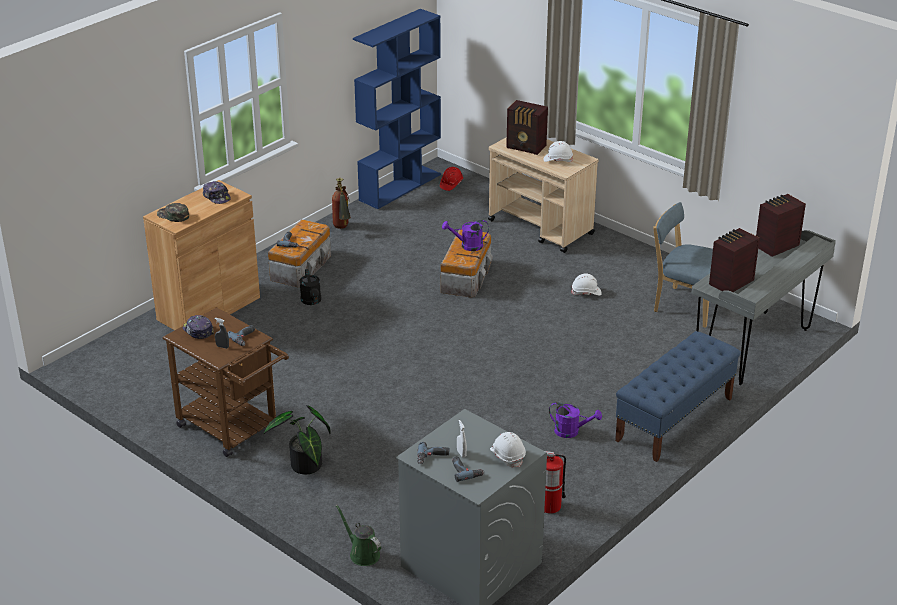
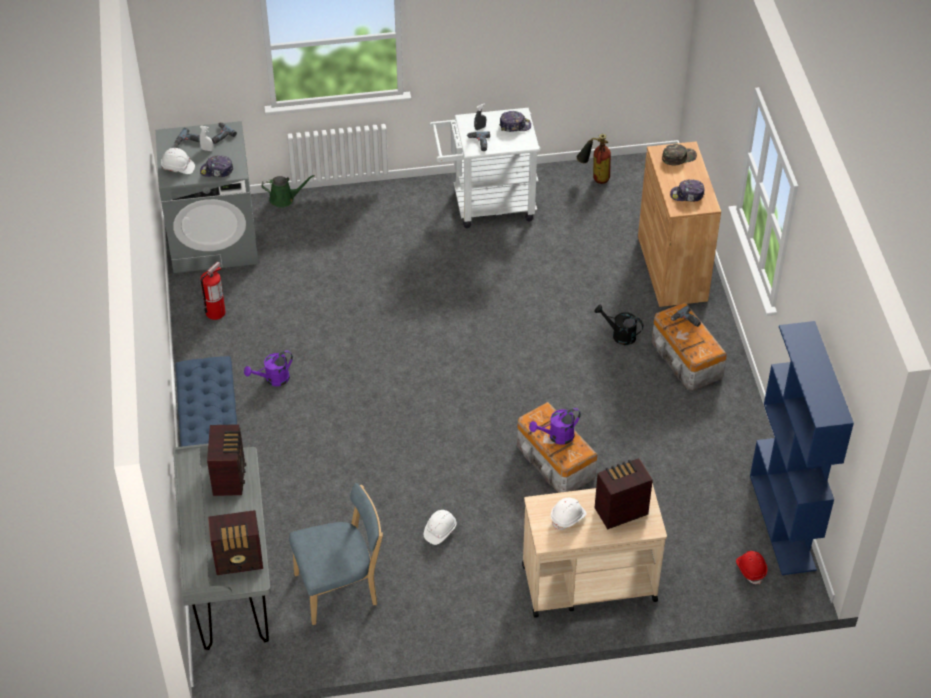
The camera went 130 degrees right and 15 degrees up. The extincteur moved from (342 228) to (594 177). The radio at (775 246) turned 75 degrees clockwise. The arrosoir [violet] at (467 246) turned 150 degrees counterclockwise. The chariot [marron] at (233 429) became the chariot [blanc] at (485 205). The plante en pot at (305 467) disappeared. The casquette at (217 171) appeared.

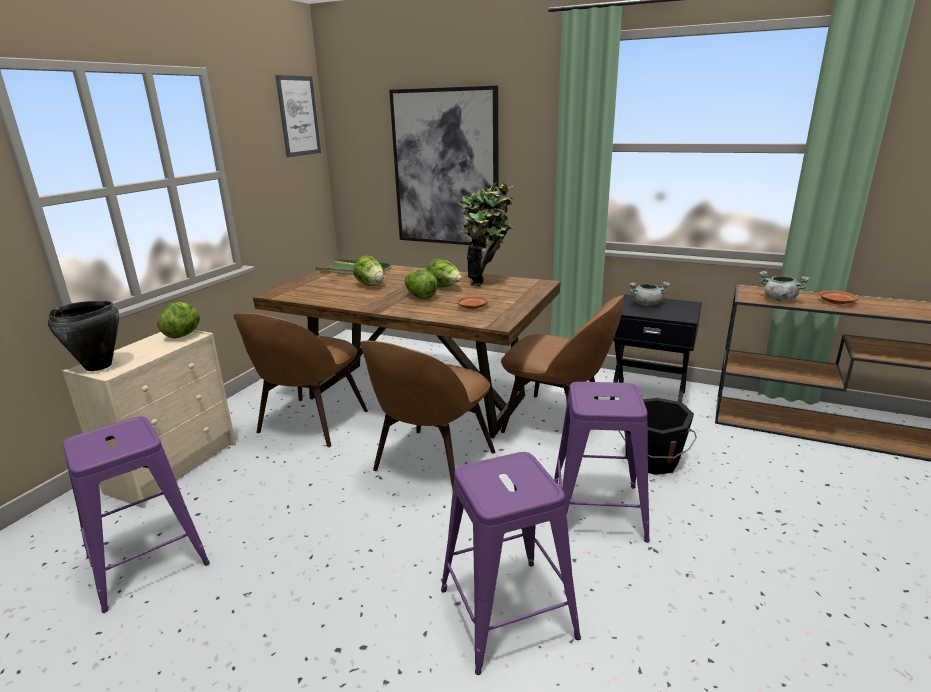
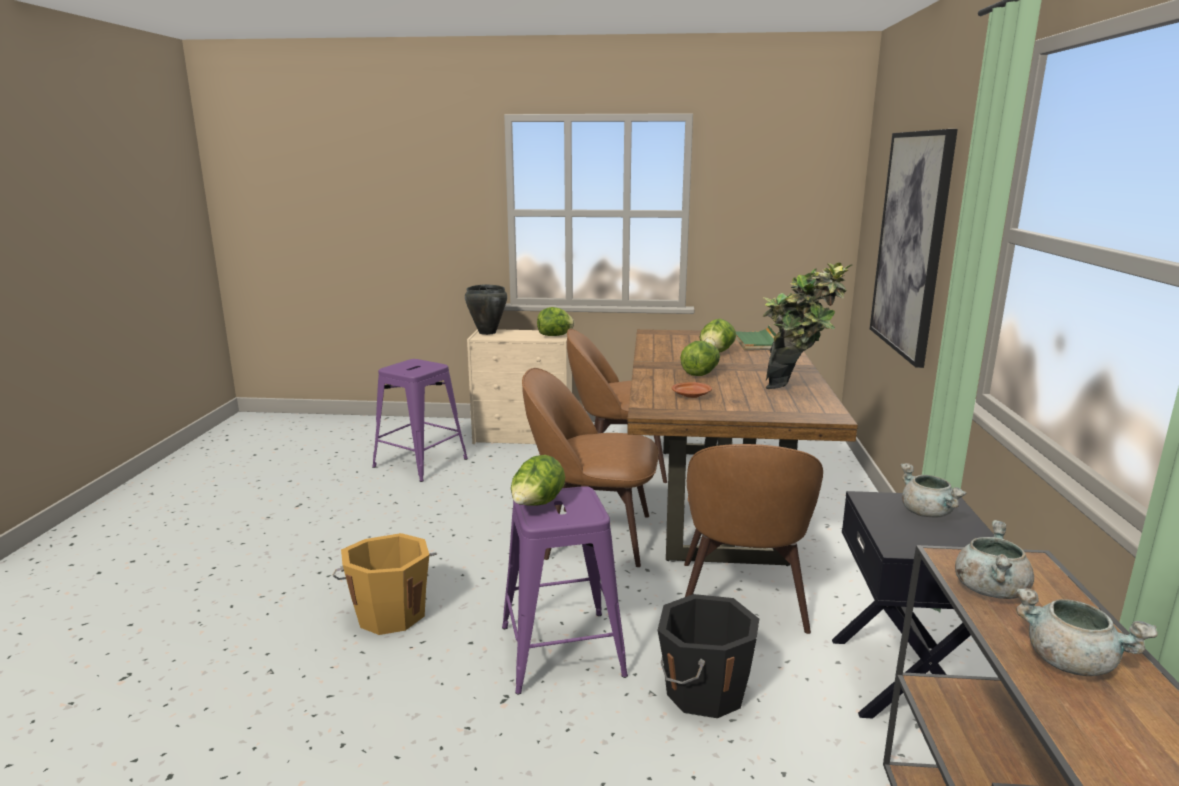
The camera went 70 degrees right and 5 degrees down. The tableau at (298 116) disappeared. The laitue moved from (444 287) to (537 505). The assiette [marron] at (836 302) was replaced by the marmite [gris] at (1070 662). The tabouret [violet] at (508 613) was replaced by the seau [orange] at (391 613).

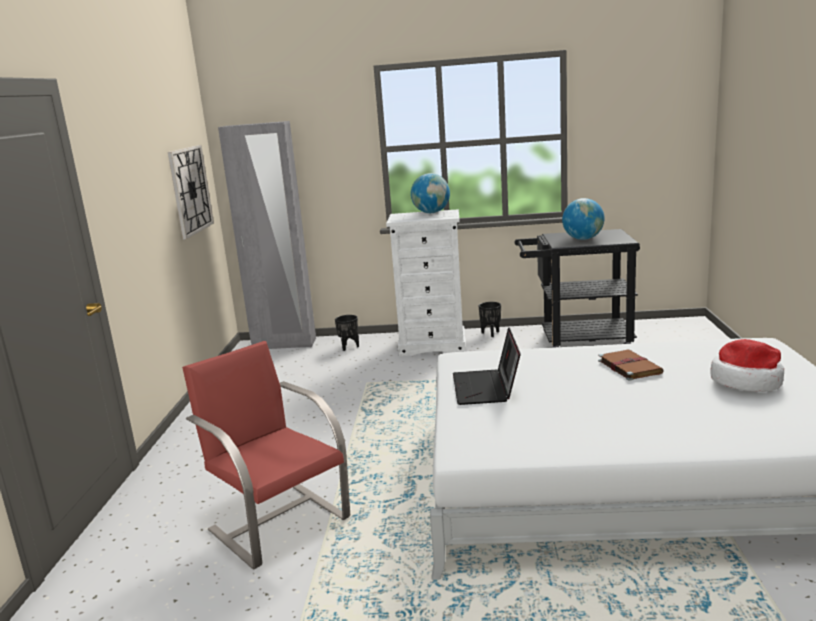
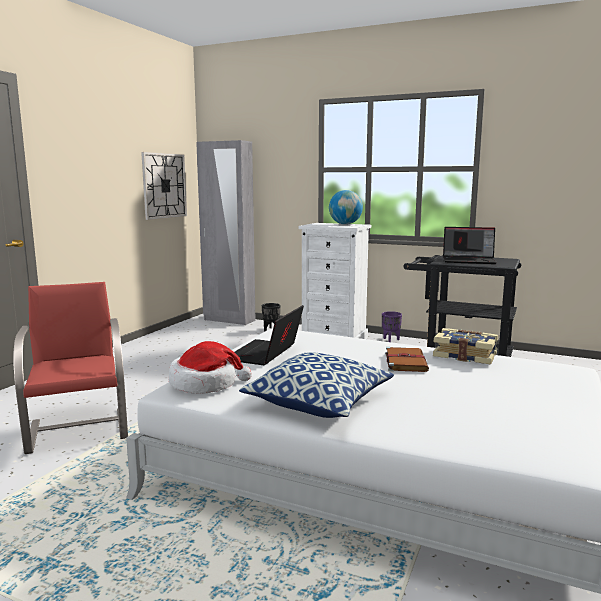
The camera went 20 degrees right and 5 degrees down. The globe at (583 239) was replaced by the ordinateur portable at (469 261). The cache-pot [noir] at (491 334) became the cache-pot [violet] at (391 340). The chapeau moved from (747 381) to (205 384). The livre at (465 355) appeared. The coussin at (319 403) appeared.

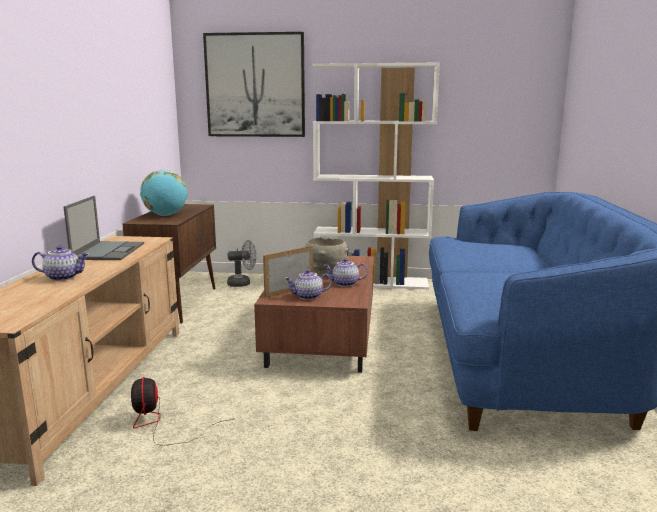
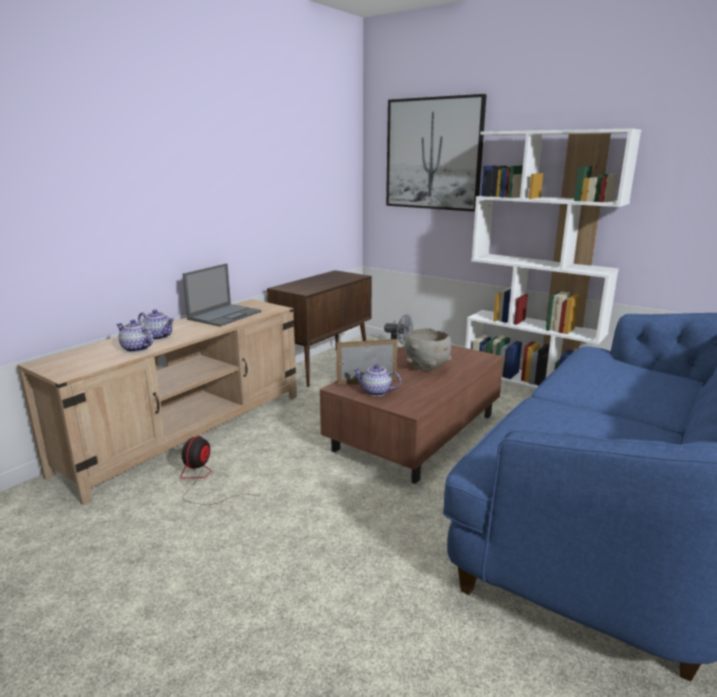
The camera went 30 degrees right and 5 degrees up. The globe at (165 215) disappeared. The théière moved from (345 284) to (136 349).

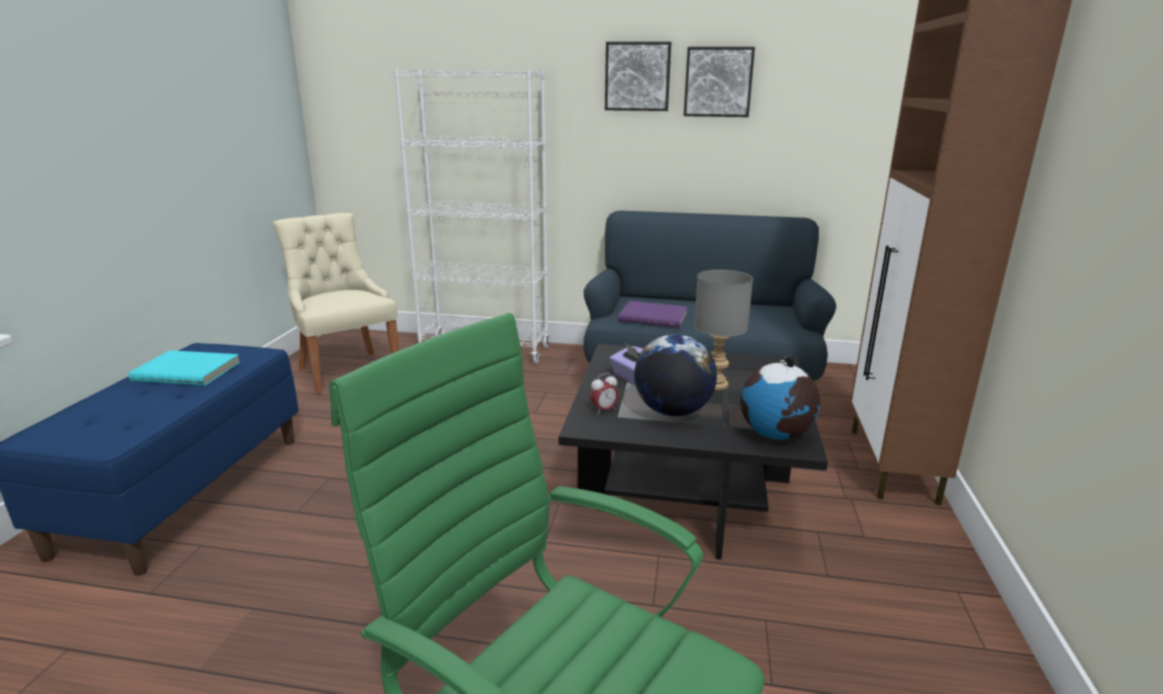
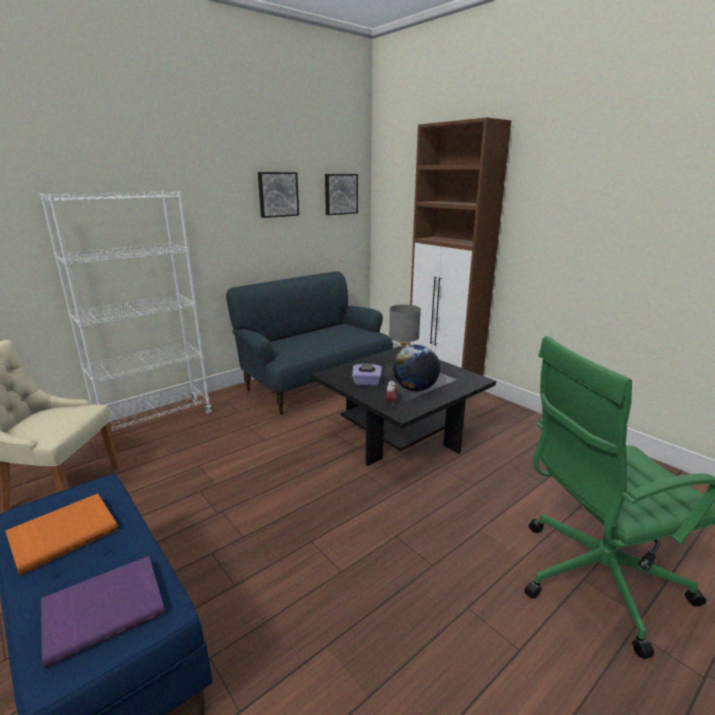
The camera went 50 degrees left and 0 degrees up. The tableau moved from (637 76) to (340 194). The livre [violet] moved from (653 316) to (104 609). The livre [turquoise] at (188 371) became the livre [orange] at (63 533). The globe at (776 435) disappeared.

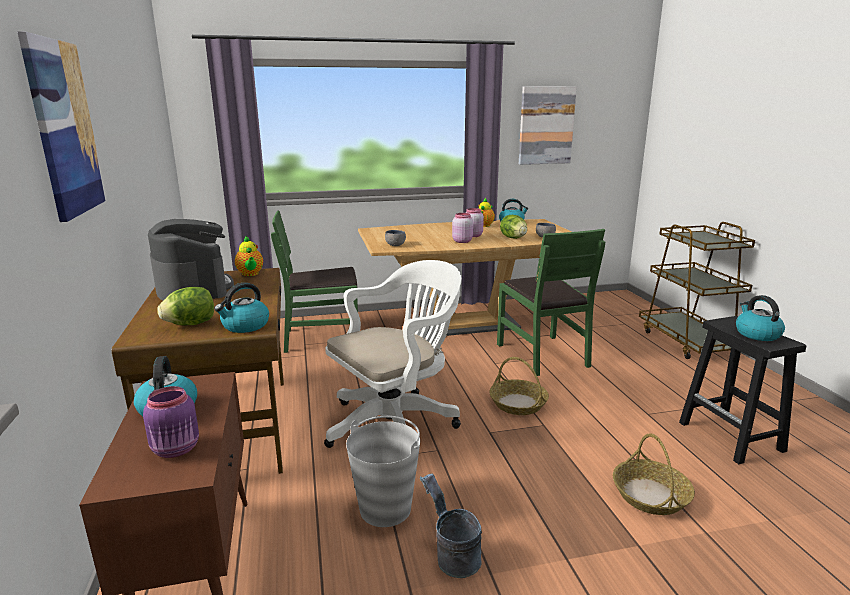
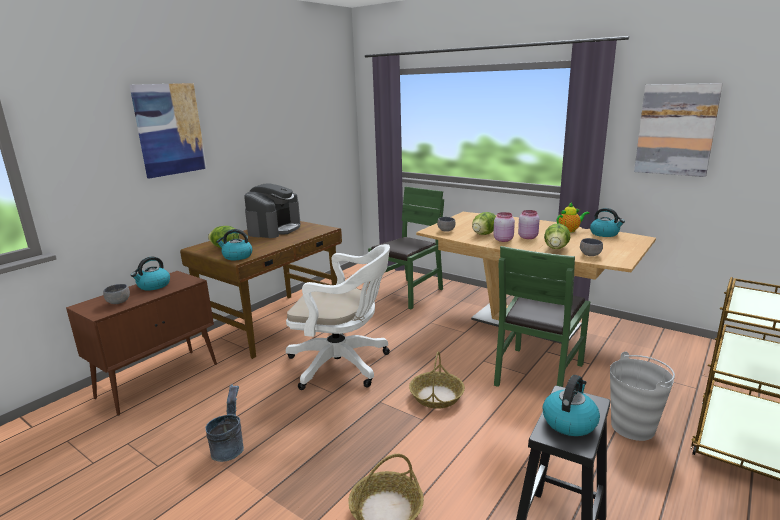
The camera went 50 degrees right and 0 degrees up. The chaise [vert] at (322 338) turned 90 degrees clockwise. The théière at (250 274) disappeared. The bocal [violet] at (177 449) was replaced by the bol [gris] at (118 303). The seau [gris] moved from (386 508) to (633 427). The laitue at (484 234) appeared.

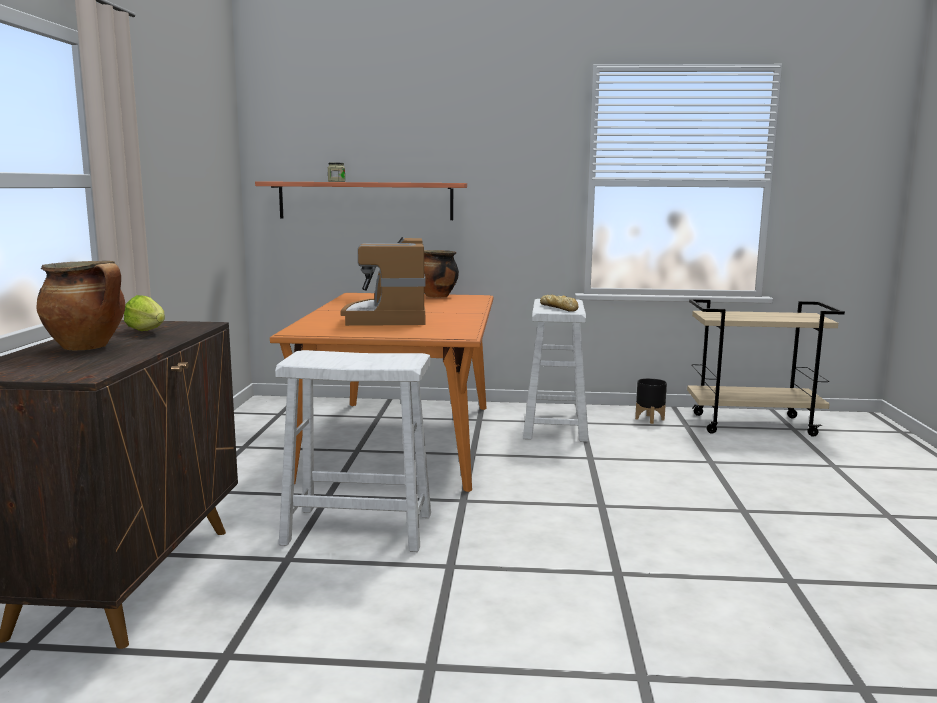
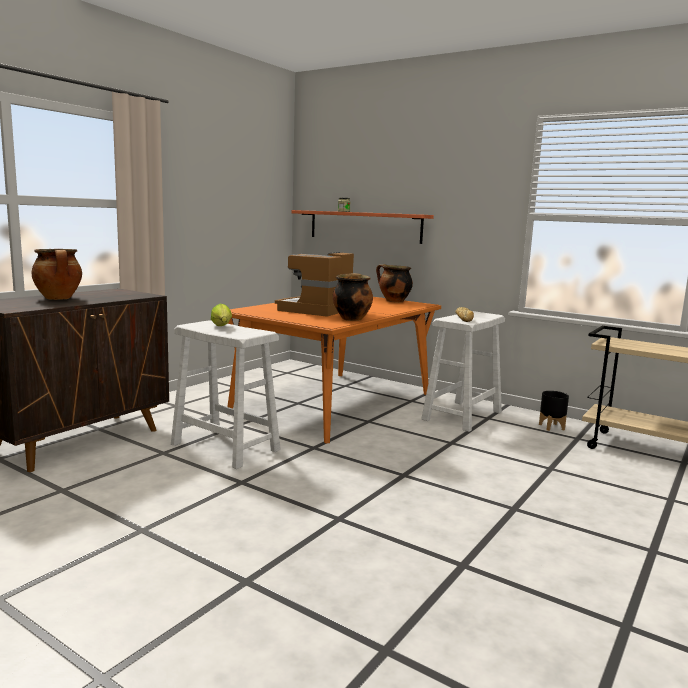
The camera went 30 degrees right and 0 degrees up. The laitue moved from (148 331) to (222 327). The marmite at (351 319) appeared.

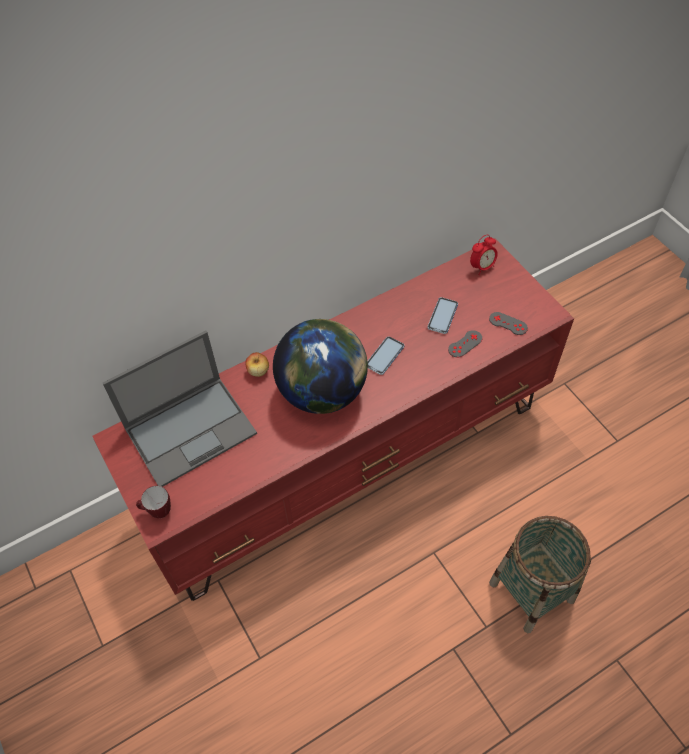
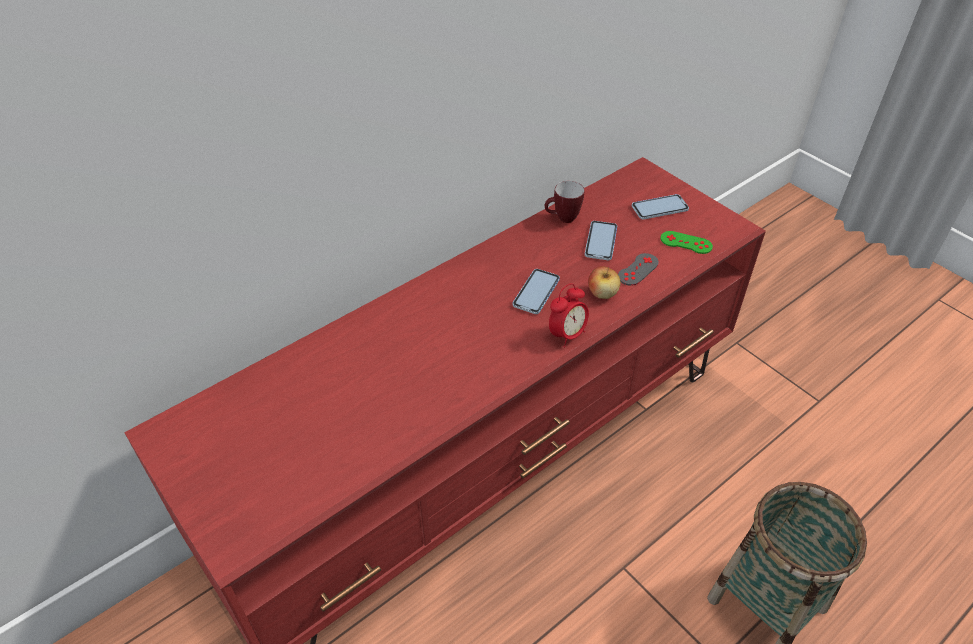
The camera went 10 degrees left and 10 degrees down. The réveil moved from (482 267) to (567 335). The manette [gris] at (508 323) became the manette [vert] at (686 243). The globe at (323 391) disappeared. The ordinateur portable at (191 429) disappeared. The pomme moved from (258 371) to (602 293). The mug moved from (157 512) to (562 219). The téléphone at (659 208) appeared.

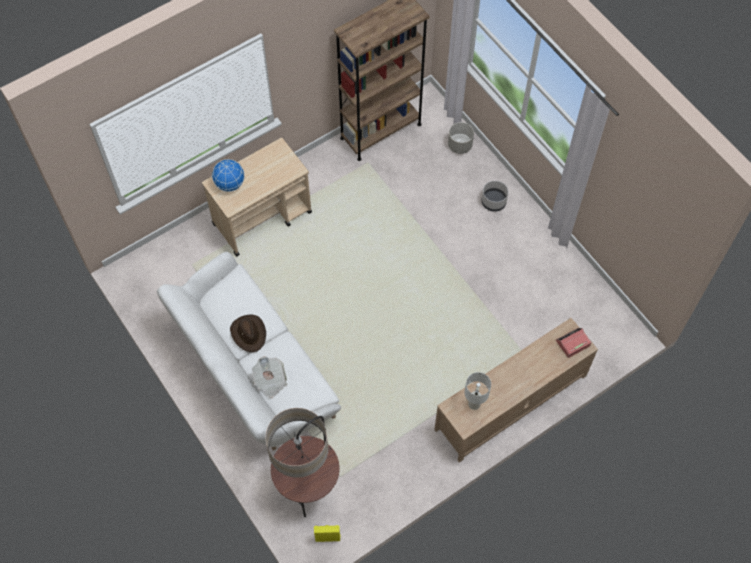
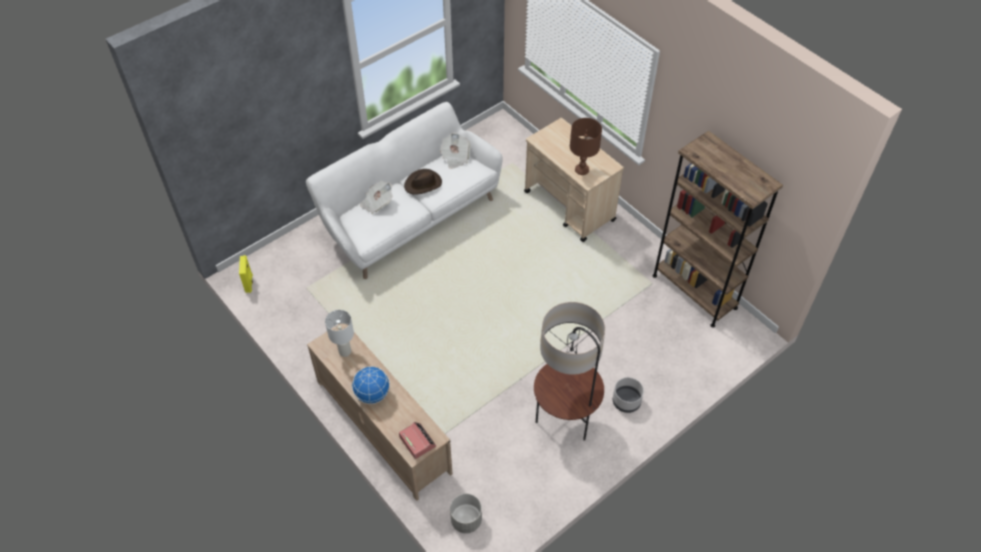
The camera went 85 degrees right and 10 degrees down. The cache-pot [gris] moved from (459 145) to (466 520). The globe moved from (229 184) to (372 394). The lampadaire moved from (308 489) to (564 422). The lampe de table [marron] at (582 170) appeared. The journal at (455 157) appeared.

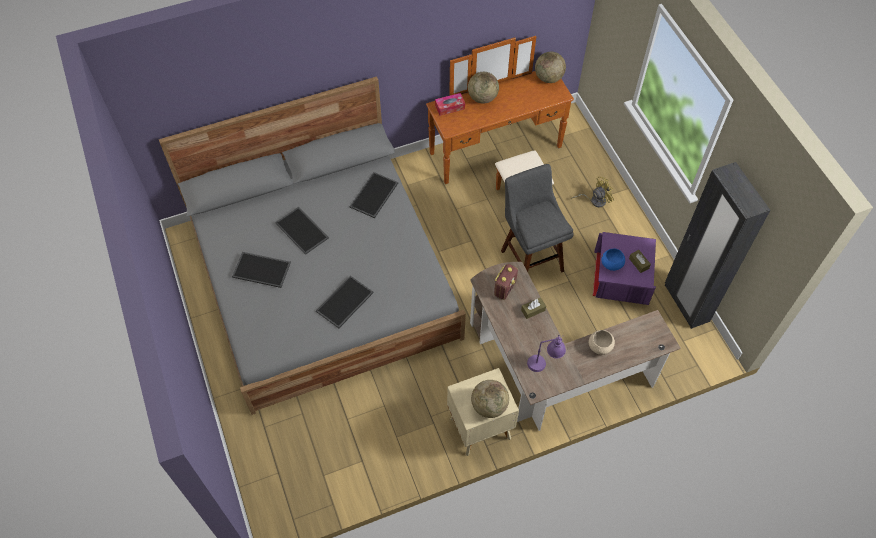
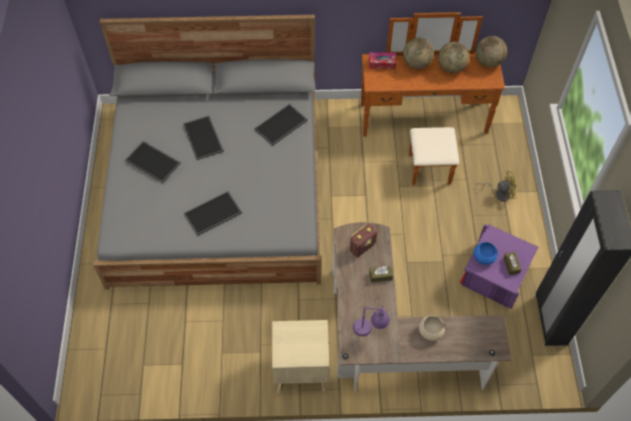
The camera went 20 degrees right and 0 degrees up. The tabouret [gris] at (530 258) disappeared. The globe moved from (489 406) to (451 67).

